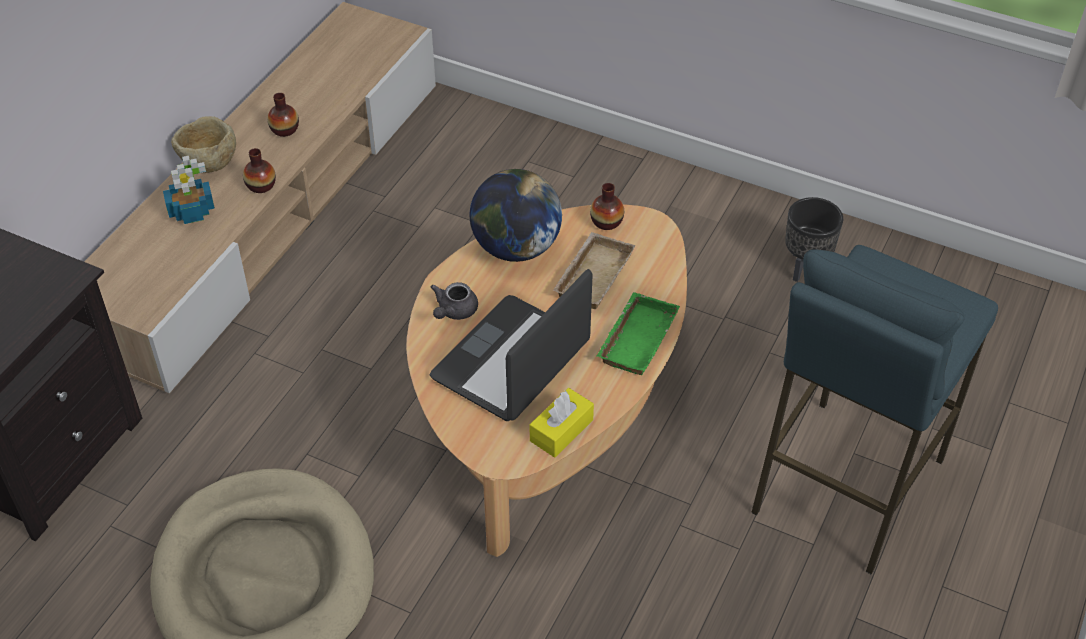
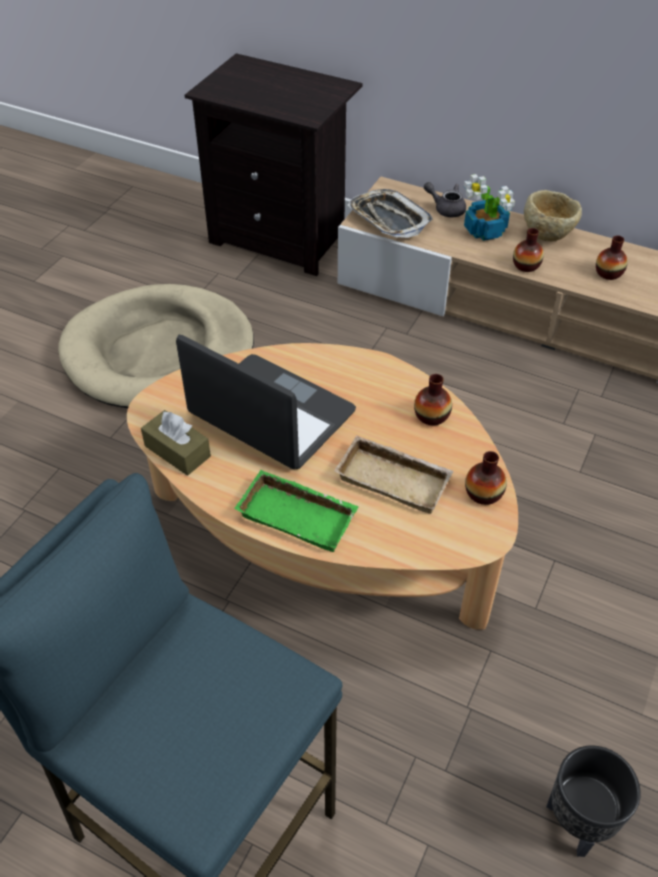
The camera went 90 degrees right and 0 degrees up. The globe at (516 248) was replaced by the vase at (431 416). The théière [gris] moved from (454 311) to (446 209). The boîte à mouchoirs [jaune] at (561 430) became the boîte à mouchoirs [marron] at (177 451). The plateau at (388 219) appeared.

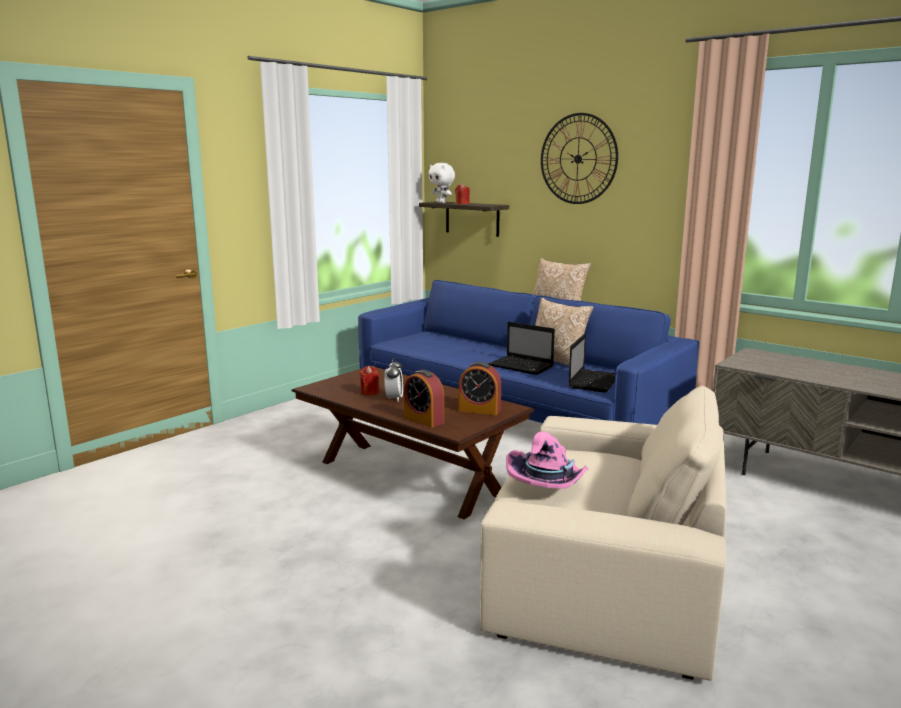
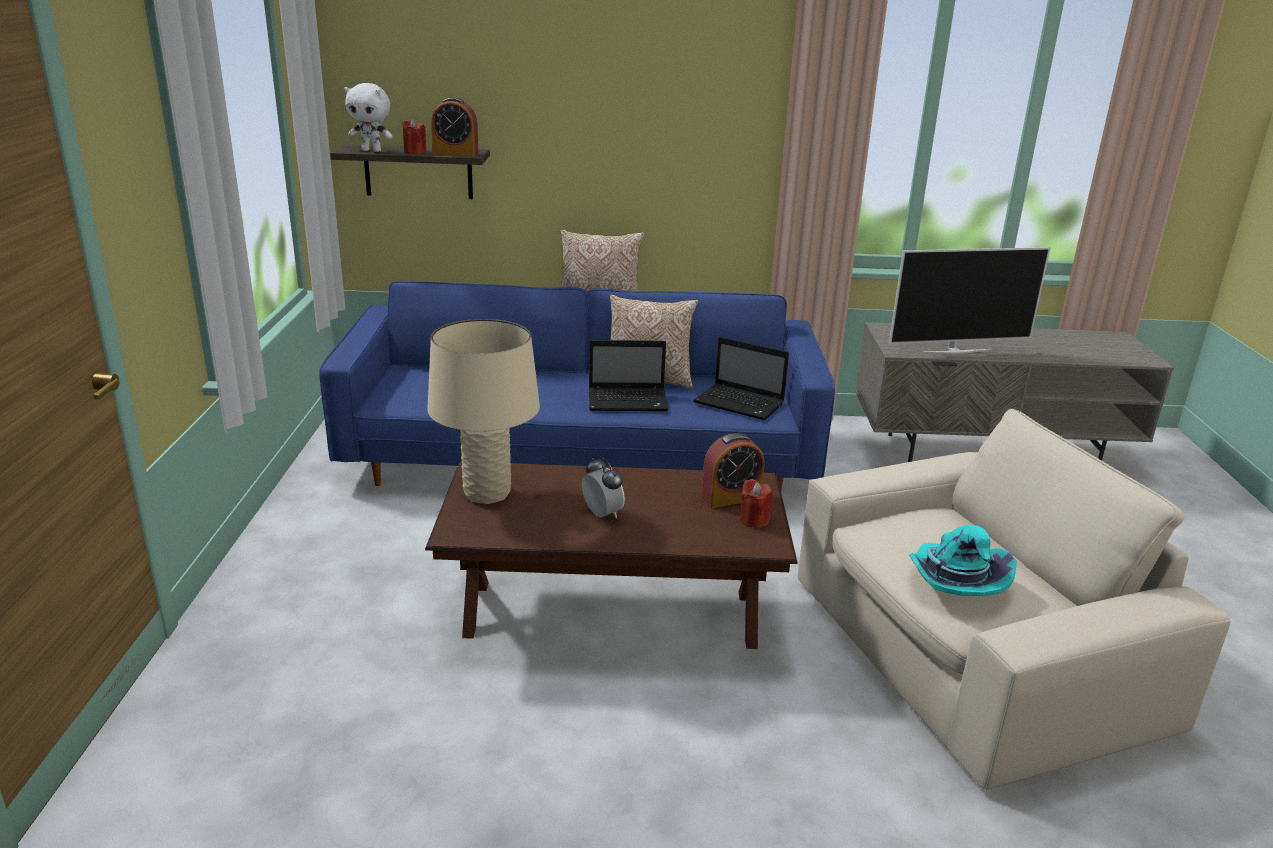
The camera went 40 degrees left and 10 degrees up. The horloge murale at (578 159) disappeared. The ordinateur portable at (594 381) turned 135 degrees clockwise. The bougie [rouge] moved from (370 392) to (754 520). The réveil moved from (424 420) to (455 153). The chapeau [rose] at (547 483) became the chapeau [turquoise] at (953 581). The téléviseur at (955 351) appeared. The lampe de table [beige] at (487 494) appeared.

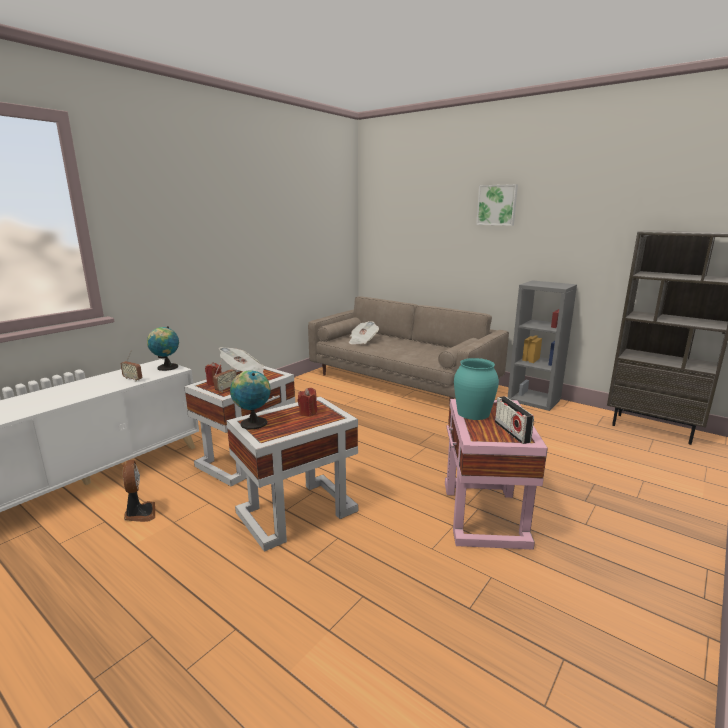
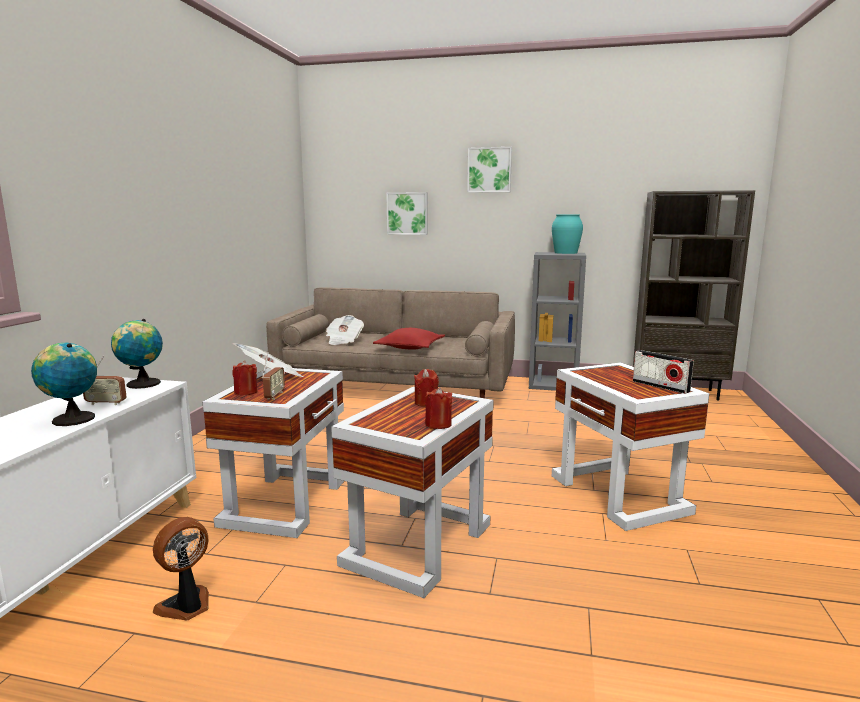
The camera went 25 degrees left and 5 degrees down. The vase [turquoise] moved from (473 413) to (565 253). The globe moved from (252 423) to (71 419). The table d'appoint [rose] at (484 514) became the table d'appoint [blanc] at (619 495). The ventilateur at (139 513) turned 90 degrees counterclockwise. The tableau at (407 213) appeared. The coussin [rouge] at (410 347) appeared. The bougie [rouge] at (438 424) appeared.

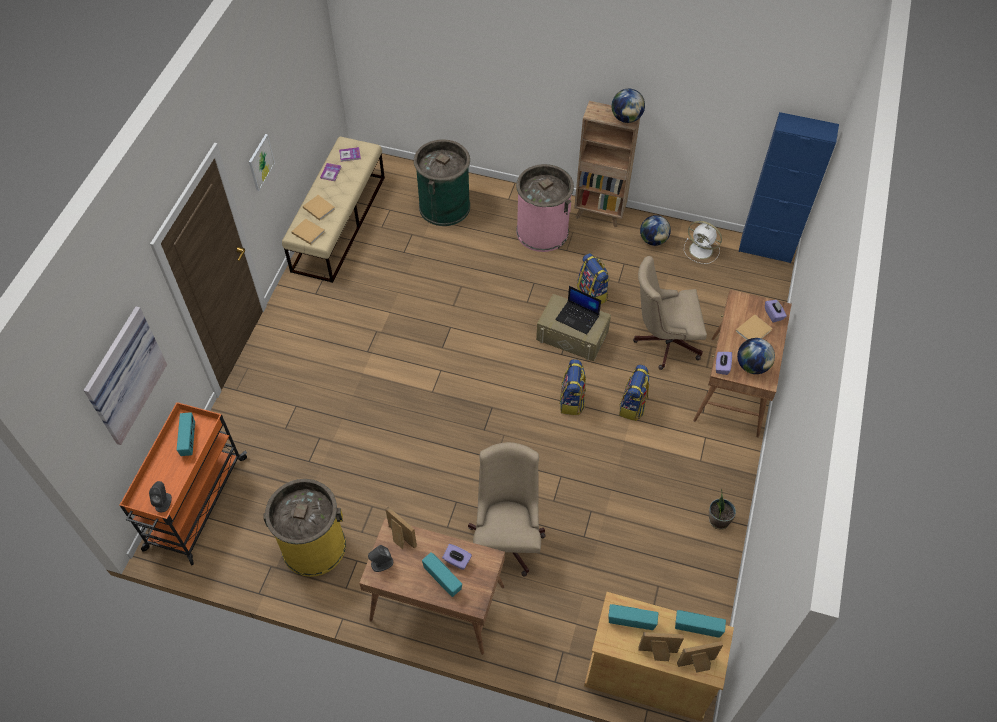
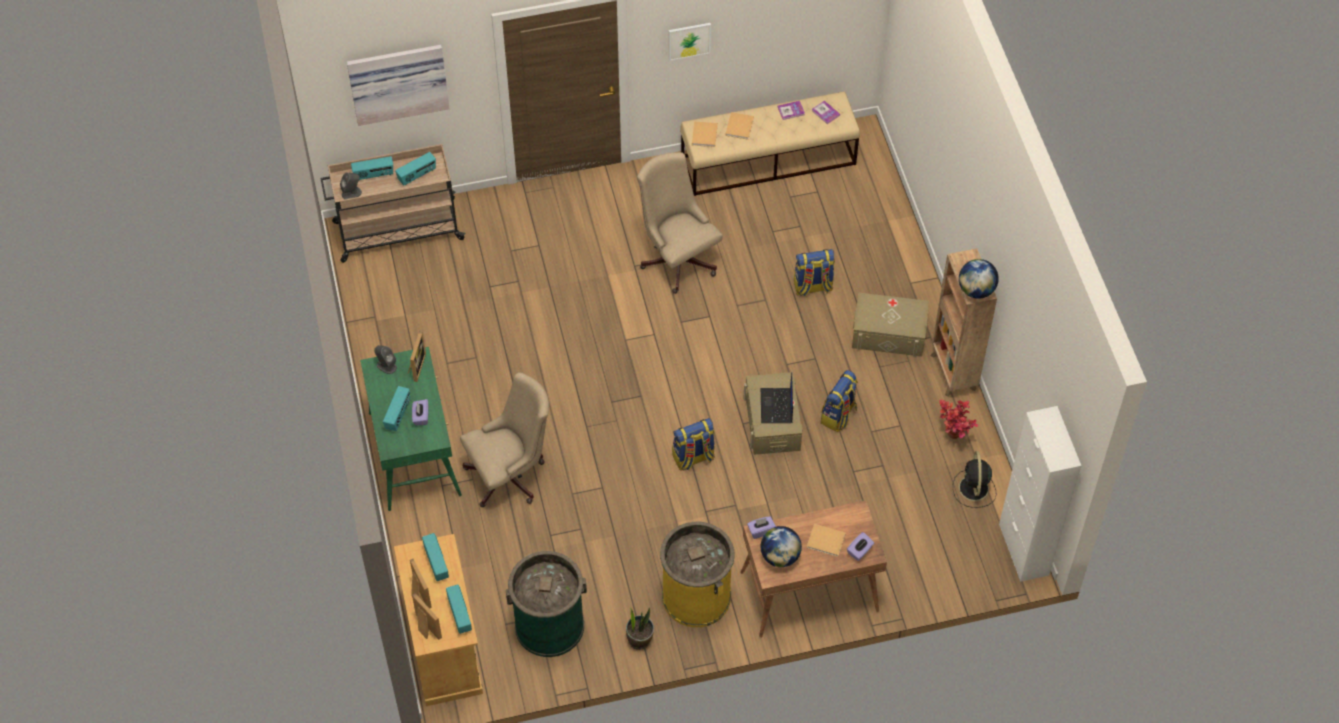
The camera went 60 degrees right and 0 degrees up. The meuble de rangement [bleu] at (766 248) became the meuble de rangement [blanc] at (1023 549). The poubelle [vert] moved from (444 206) to (549 625). The poubelle [rose] at (542 231) was replaced by the boîte de rangement [beige] at (889 333). The globe at (653 240) was replaced by the plante en pot at (953 438). The ventilateur [blanc] at (702 250) became the ventilateur [noir] at (973 489). The chaise de bureau [beige] moved from (663 341) to (677 258). The sac à dos moved from (633 406) to (812 287). The chariot [orange] at (195 504) became the chariot [beige] at (396 231). The poubelle [jaune] moved from (313 546) to (696 596). The bureau [marron] at (436 604) became the bureau [vert] at (414 453). The radio at (374 175) appeared.

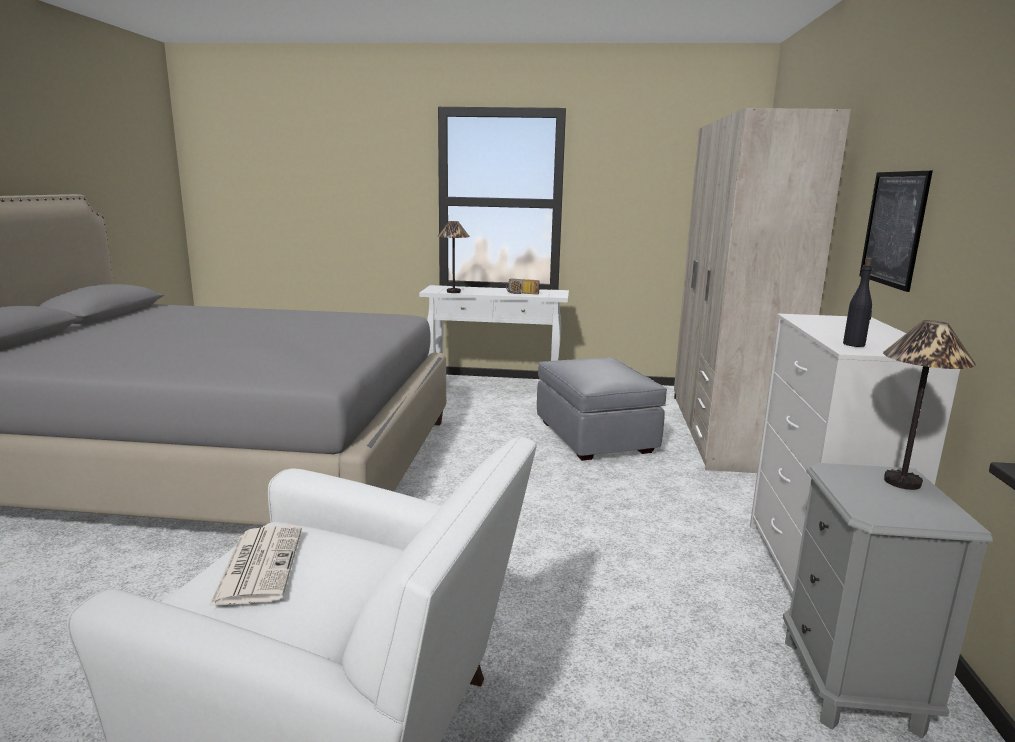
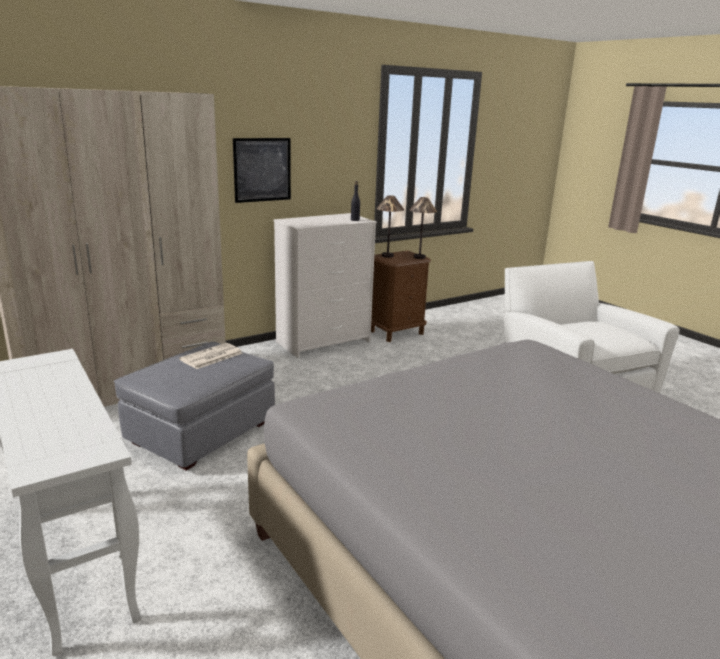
The camera went 130 degrees left and 5 degrees up. The lampe de table moved from (453 292) to (419 257). The radio at (521 293) disappeared. The table de chevet [gris] at (852 684) became the table de chevet [marron] at (396 332). The journal moved from (259 564) to (211 357).

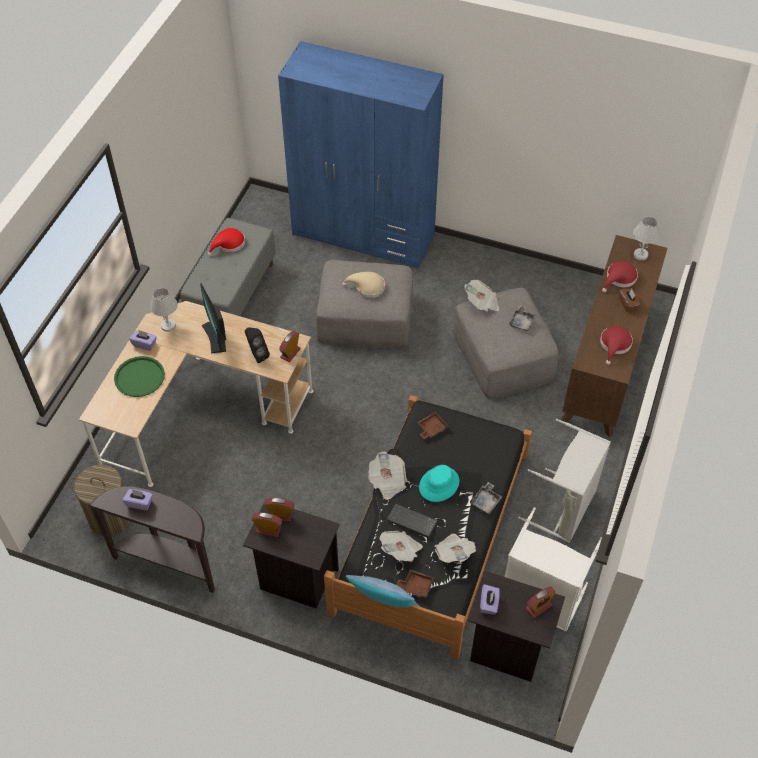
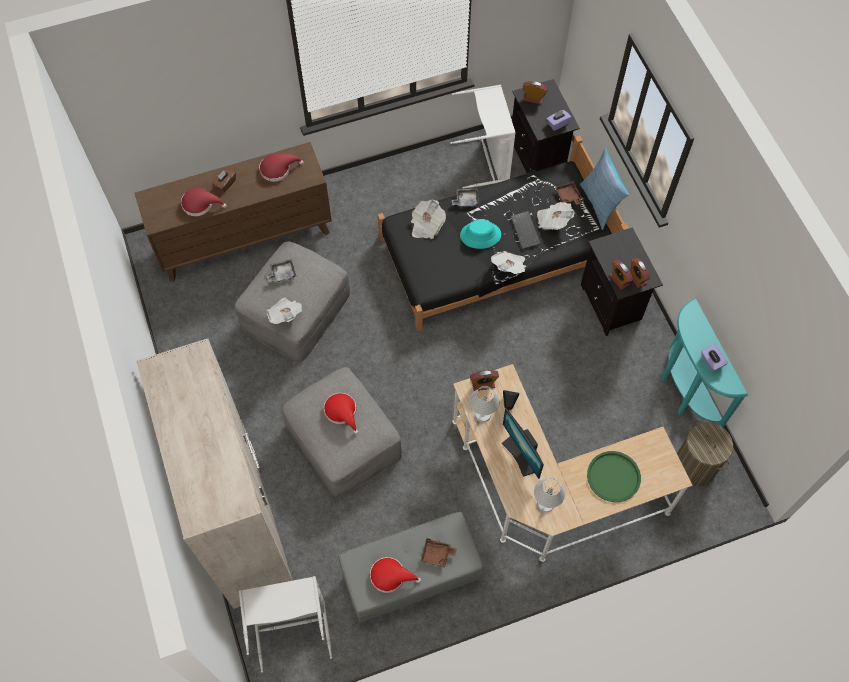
The camera went 130 degrees left and 10 degrees up. The armoire [bleu] at (363 235) became the armoire [beige] at (242 521). The lampe de table [blanc] moved from (641 255) to (482 414). The chapeau [beige] at (367 287) became the chapeau [rouge] at (342 412). The écran d'ordinateur at (215 337) turned 120 degrees clockwise. The boîte à mouchoirs [violet] at (144 344) disappeared. The plateau [marron] moved from (431 428) to (437 554). The panier à linge [gris] moved from (565 509) to (291 626). The table console [marron] at (169 563) became the table console [turquoise] at (683 392). The journal moved from (454 553) to (426 225).

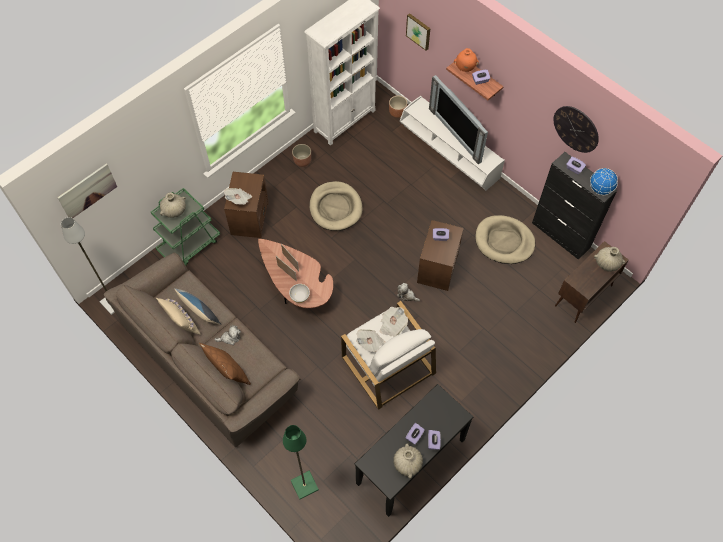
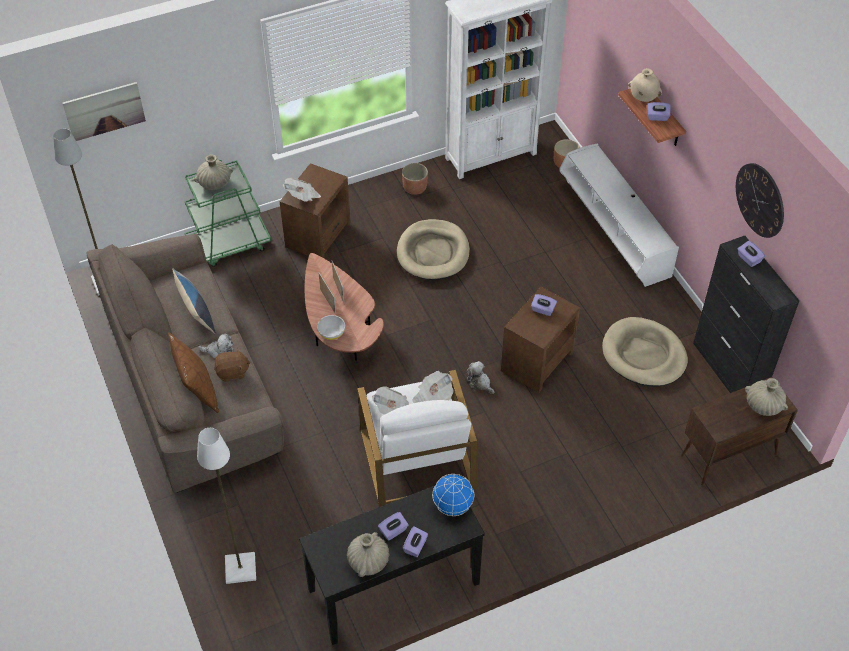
The camera went 20 degrees right and 10 degrees down. The tableau at (419 31) disappeared. The vase [orange] at (465 68) became the vase [beige] at (643 99). The téléviseur at (457 133) disappeared. The globe moved from (600 189) to (452 505). The coussin [beige] at (182 324) disappeared. The lampadaire [vert] at (304 485) became the lampadaire [blanc] at (239 568). The peluche [marron] at (232 372) appeared.

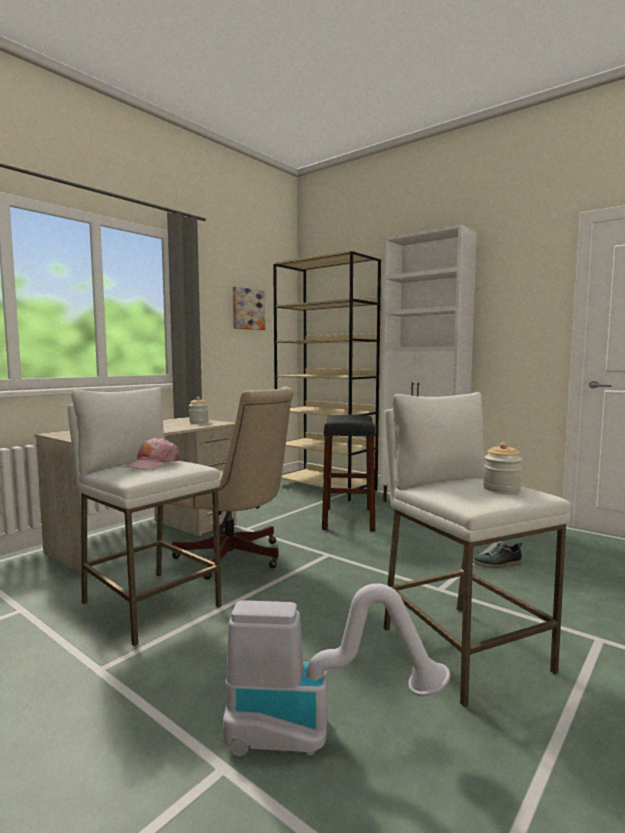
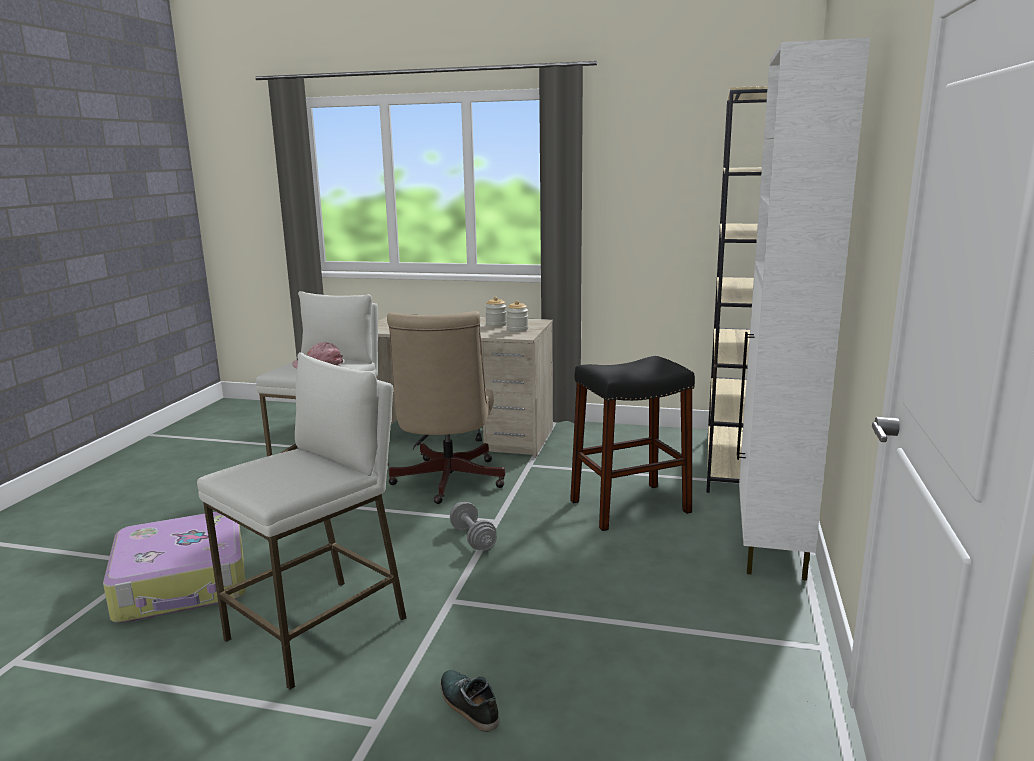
The camera went 65 degrees right and 10 degrees up. The tableau at (247 309) disappeared. The bocal moved from (501 489) to (496 325). The chaussure moved from (497 563) to (468 705). The aspirateur at (315 733) was replaced by the valise at (183 583). The haltère [gris] at (473 538) appeared.

